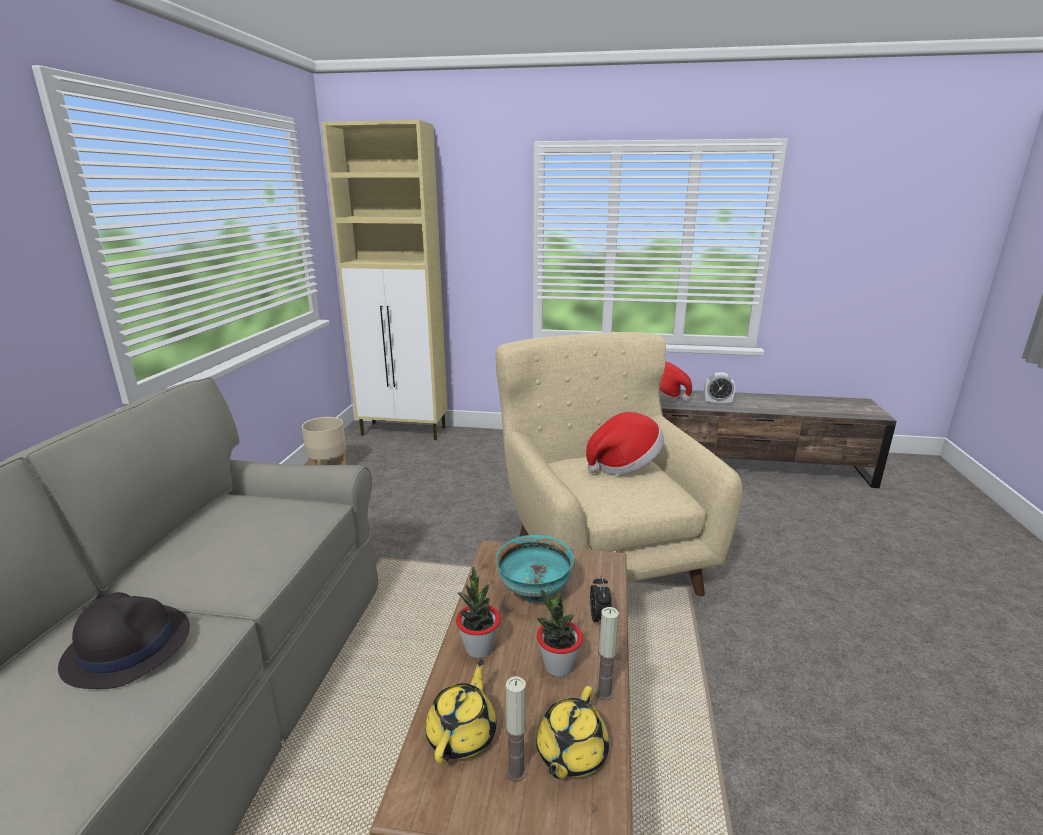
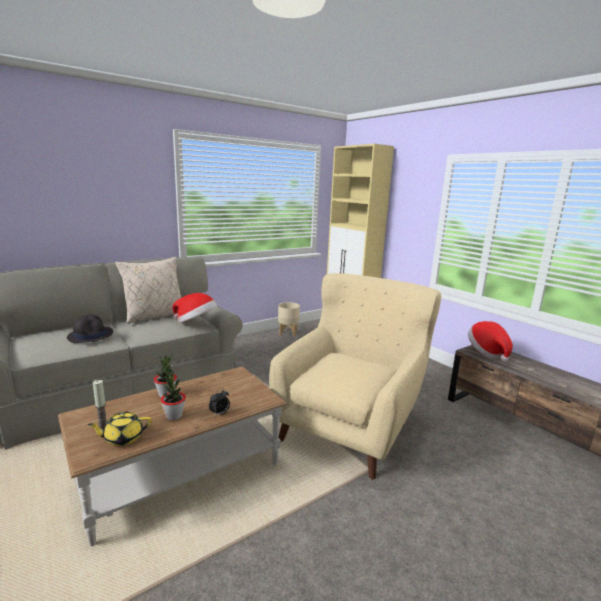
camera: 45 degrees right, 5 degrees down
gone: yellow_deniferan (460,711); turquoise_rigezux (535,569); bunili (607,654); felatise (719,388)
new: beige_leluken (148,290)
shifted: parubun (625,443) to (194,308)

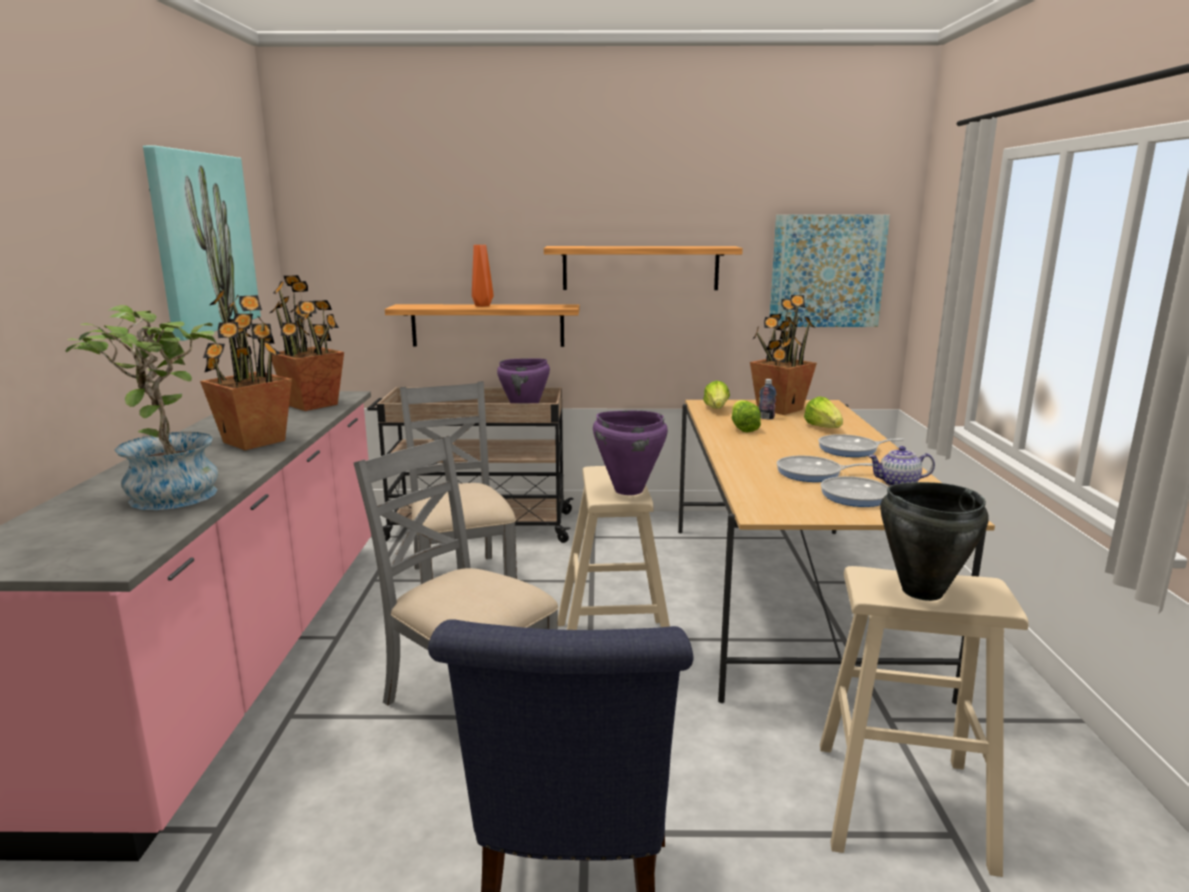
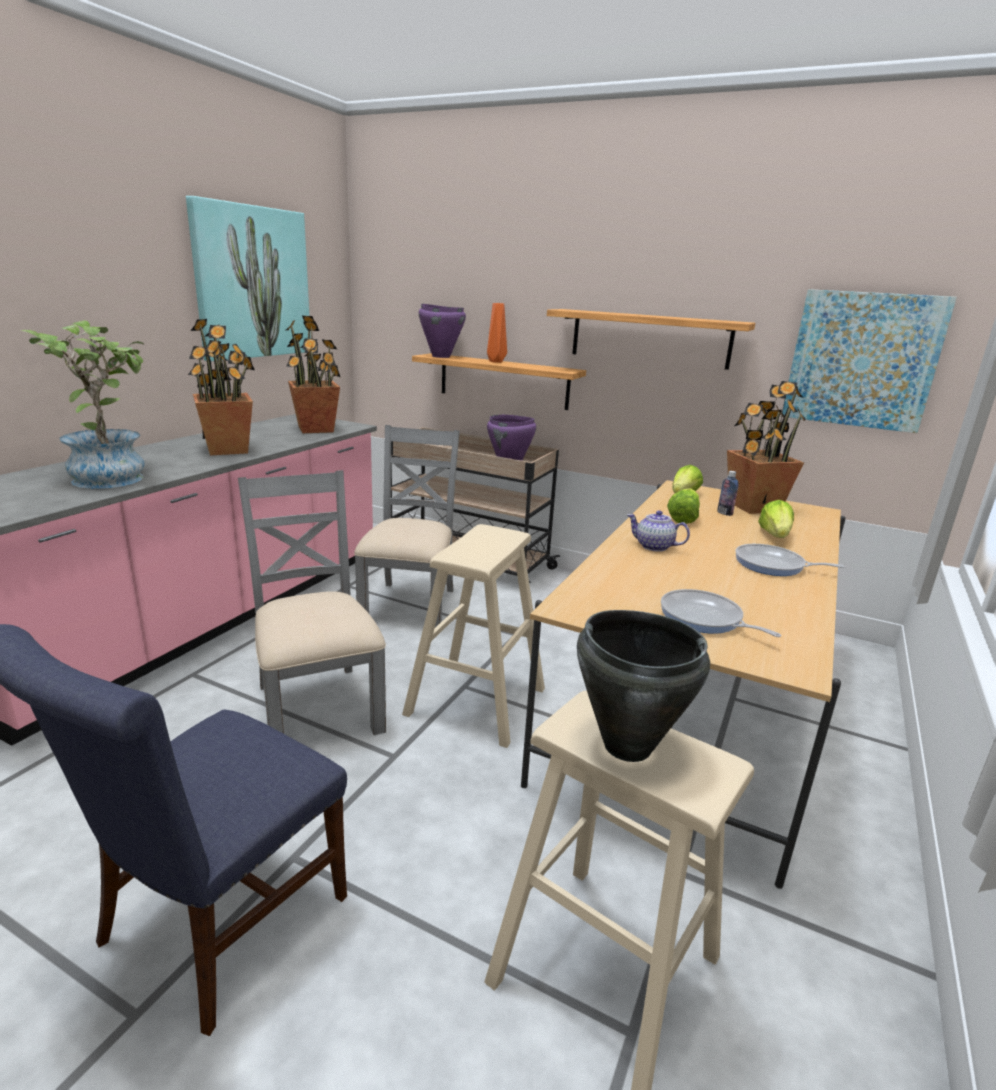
camera: 25 degrees right, 5 degrees up
gone: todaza (825,469)
shifted: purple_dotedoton (630,453) to (442,331); deniferan (901,466) to (658,531)

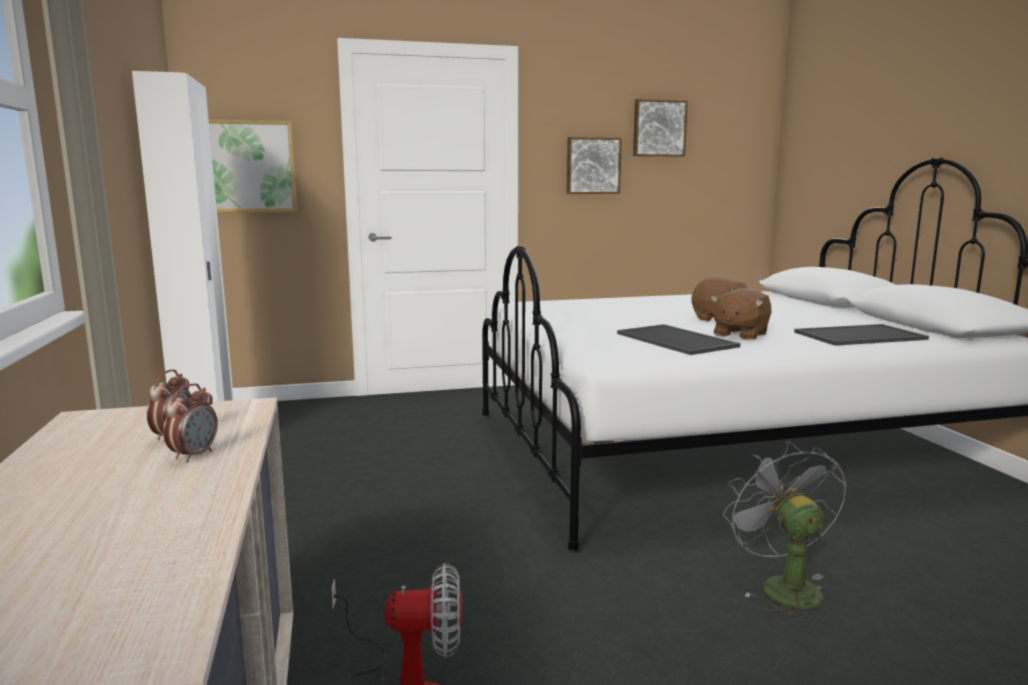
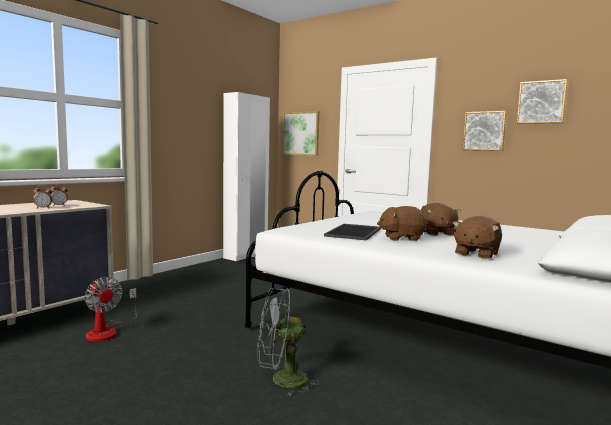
camera: 50 degrees right, 5 degrees down
swapped: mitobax (861,335) to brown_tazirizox (477,237)
rotated: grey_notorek (785,531) = (288,342) 135 degrees counterclockwise

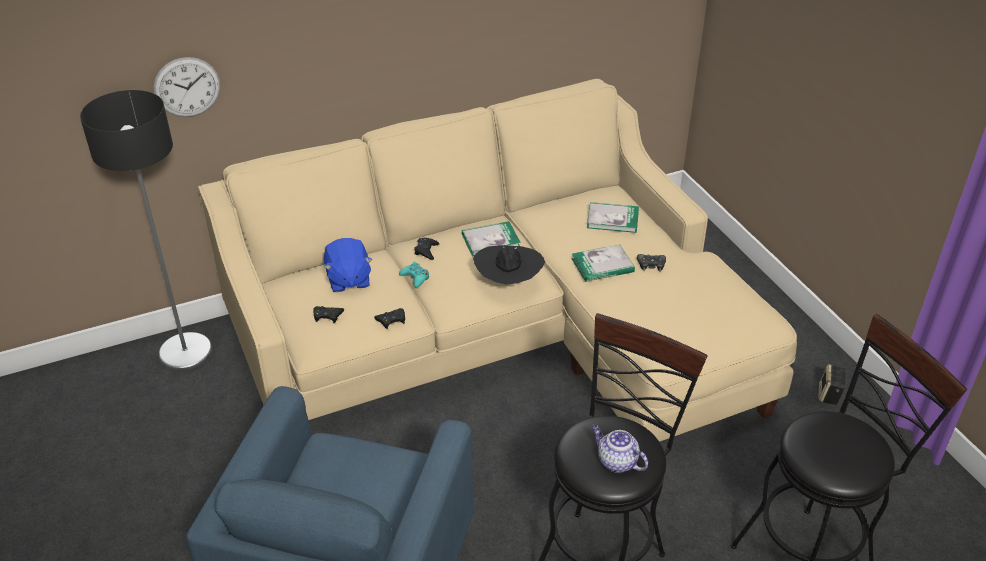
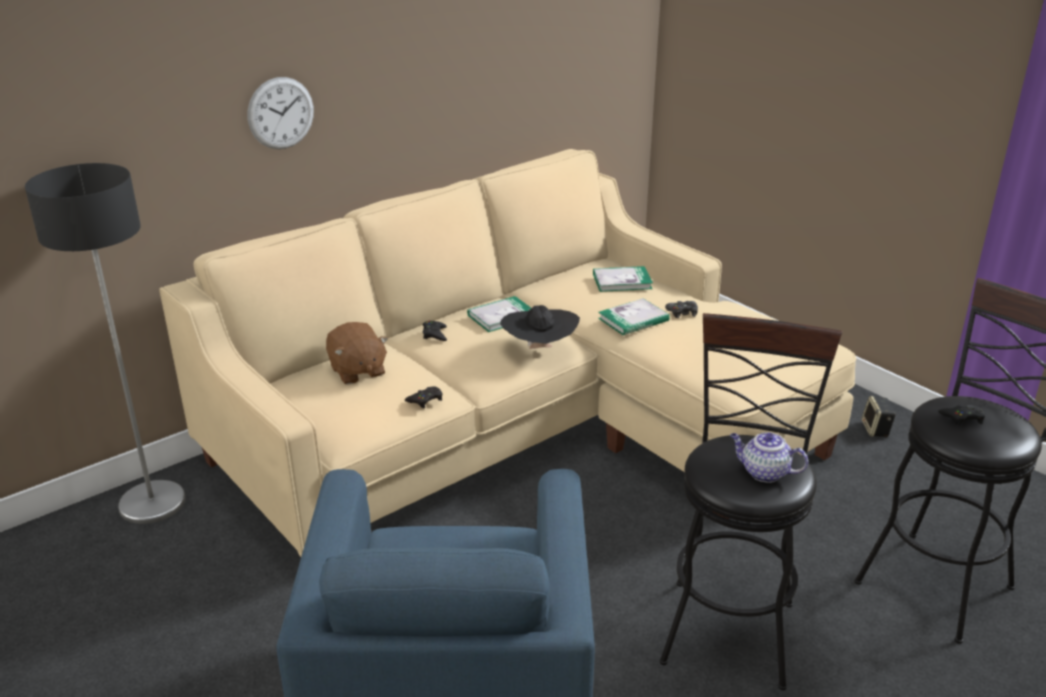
camera: 15 degrees left, 10 degrees down
gone: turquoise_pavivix (414,275)
shifted: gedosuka (186,87) to (280,113); black_pavivix (328,314) to (961,415)
repainted: blue_tazirizox (348,265) to brown_tazirizox (357,353)

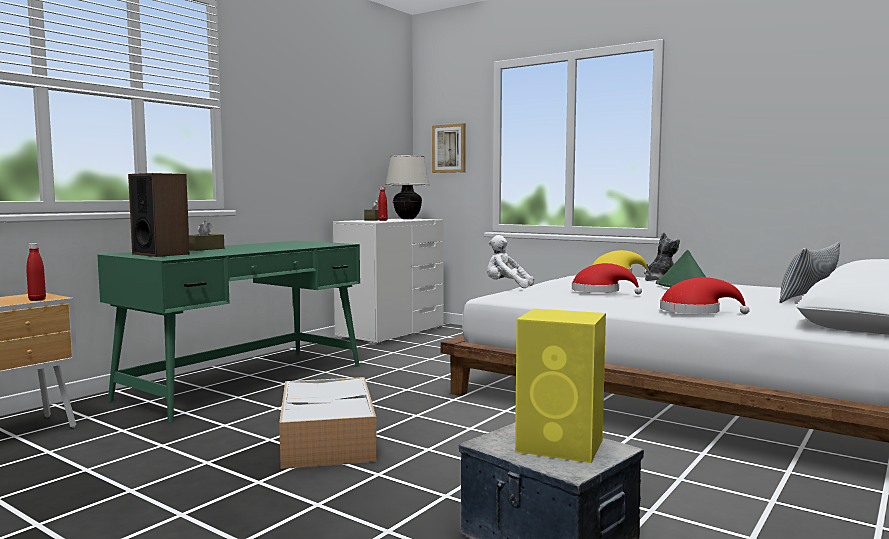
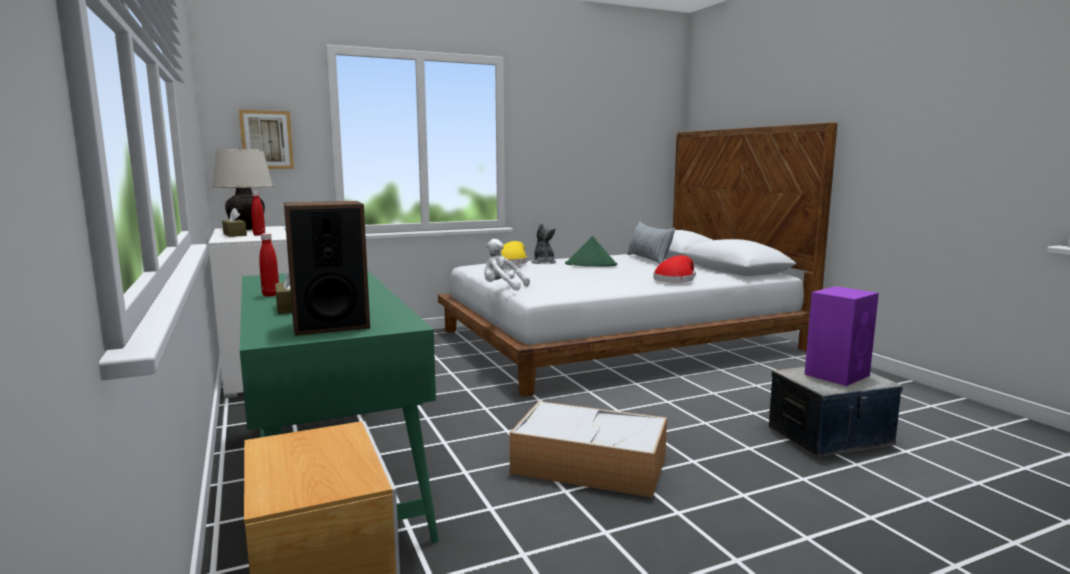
camera: 60 degrees left, 5 degrees up
gone: red_parubun (607,278)
shifted: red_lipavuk (36,272) to (269,264)
repainted: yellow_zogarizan (560,386) to purple_zogarizan (842,336)
rotated: white_tazirizox (510,261) = (507,264) 60 degrees clockwise

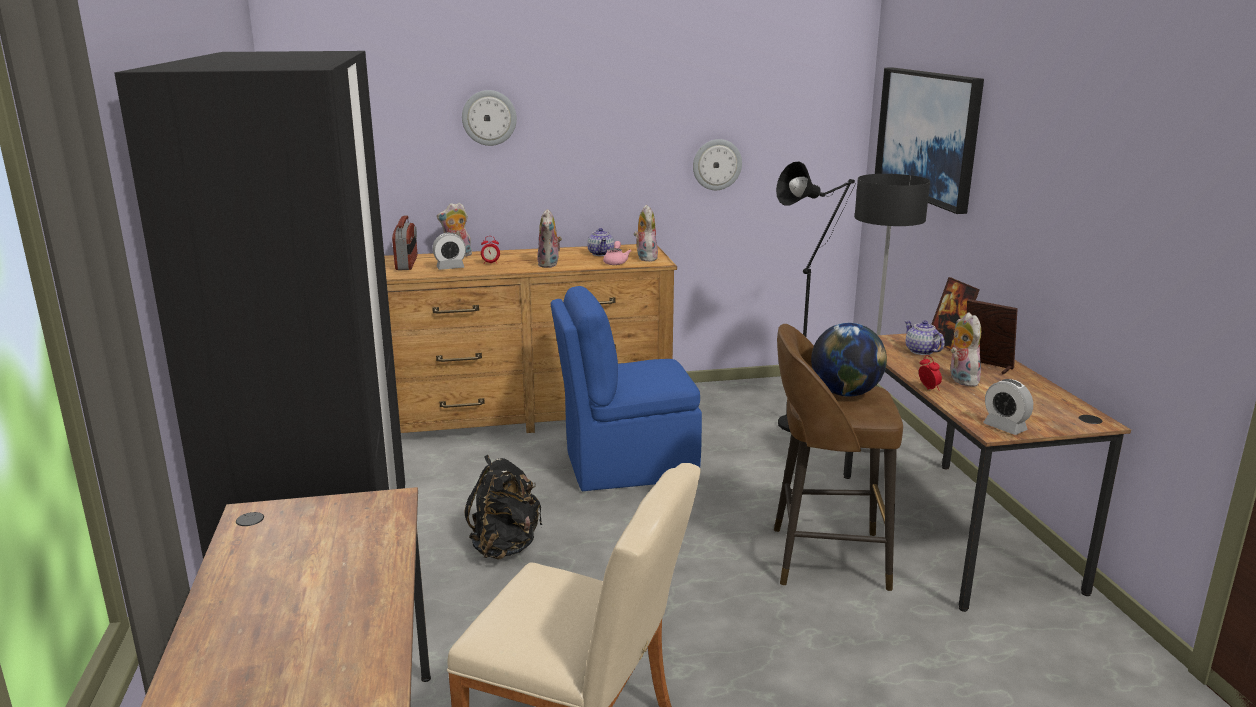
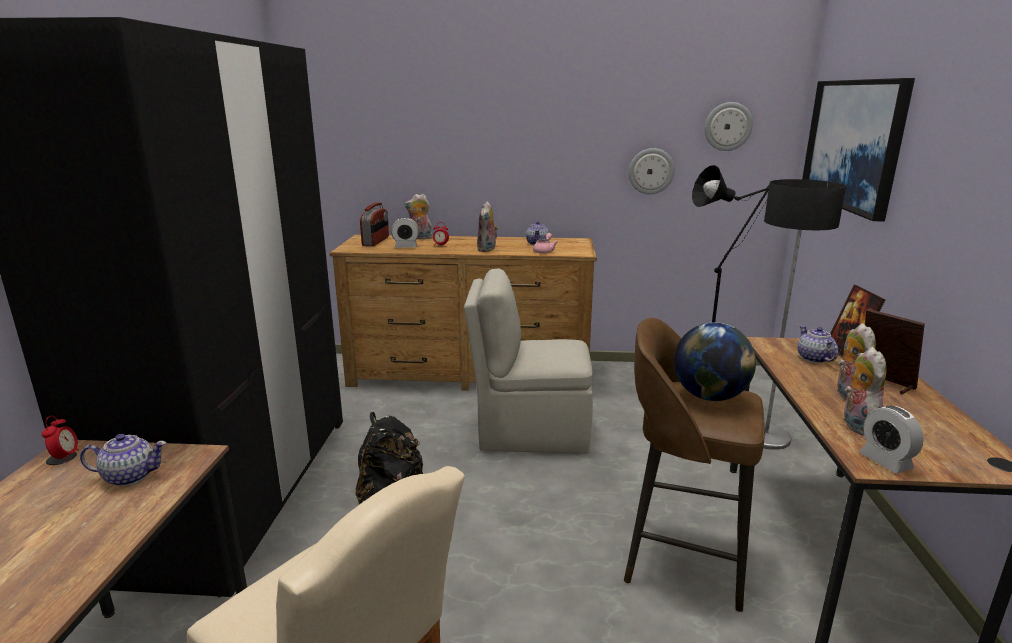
camera: 15 degrees right, 0 degrees up
new: deniferan (123,460)
shifted: felatise (930,372) to (60,439); gedosuka (489,118) to (729,126); tazirizox (646,233) to (865,391)
repainted: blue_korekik (626,388) to beige_korekik (528,361)

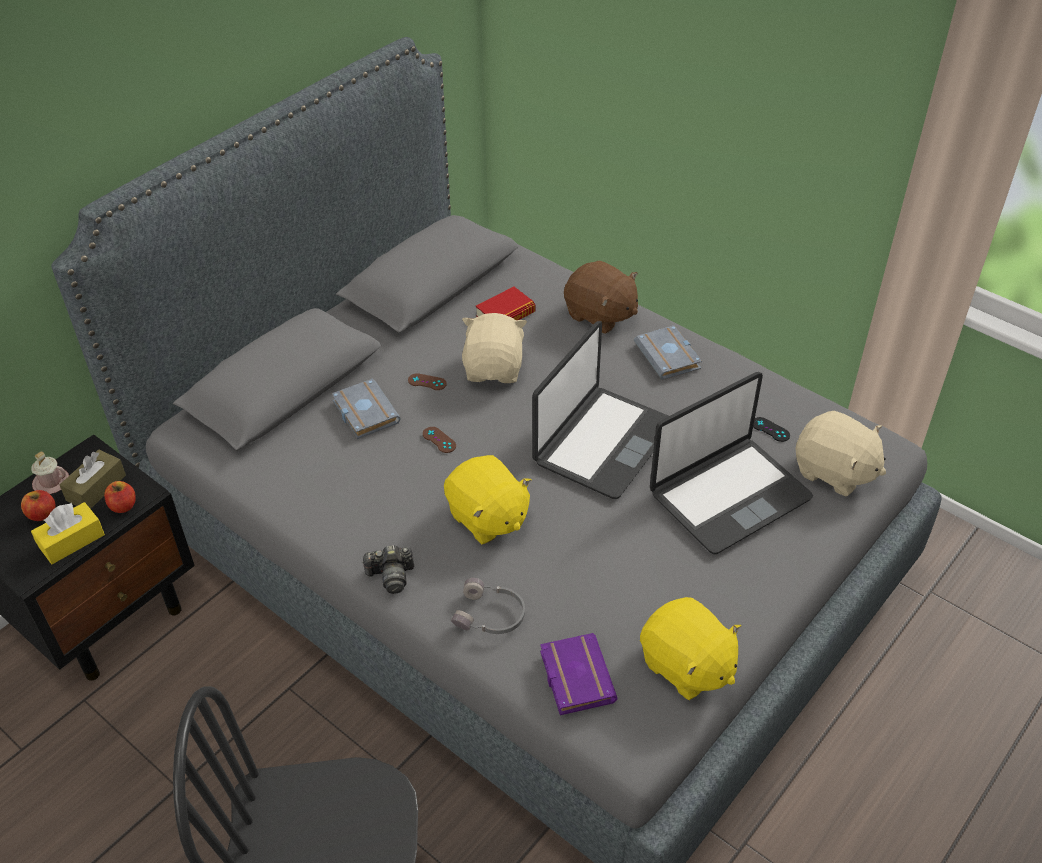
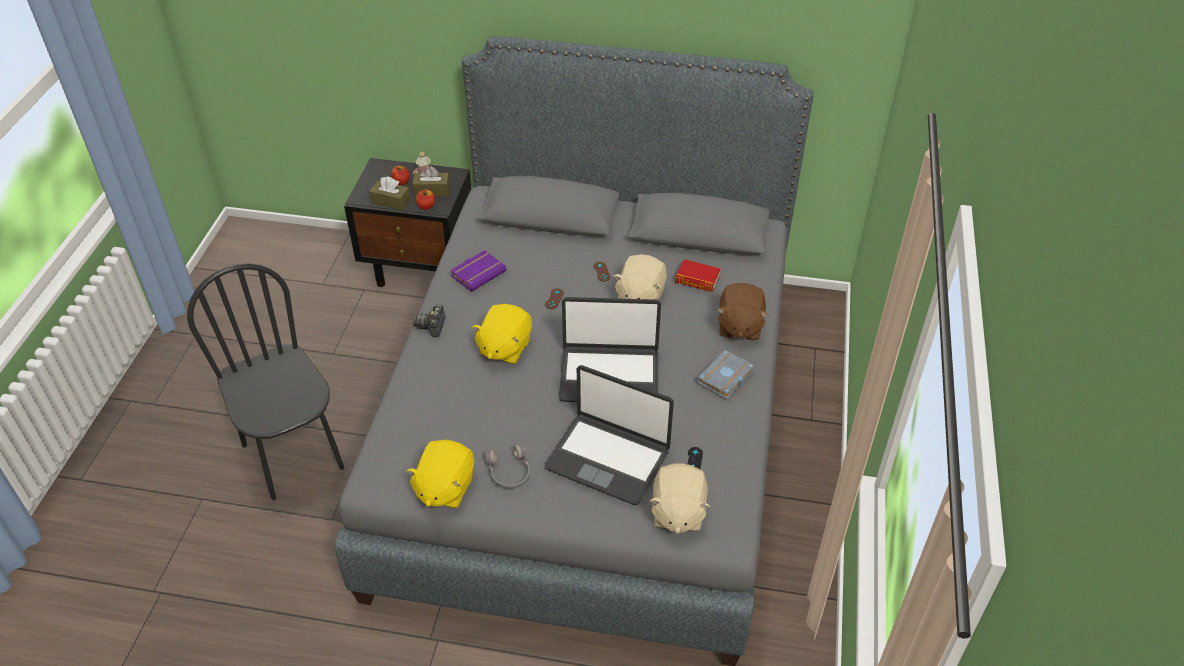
camera: 60 degrees right, 0 degrees up
gone: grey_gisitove (366,409)
shifted: purple_gisitove (578,674) to (478,271); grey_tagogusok (488,606) to (507,466)
repainted: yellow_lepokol (68,533) to brown_lepokol (390,193)
rotated: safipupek (387,569) = (429,321) 45 degrees clockwise; beige_tazirizox (494,348) = (640,277) 135 degrees clockwise

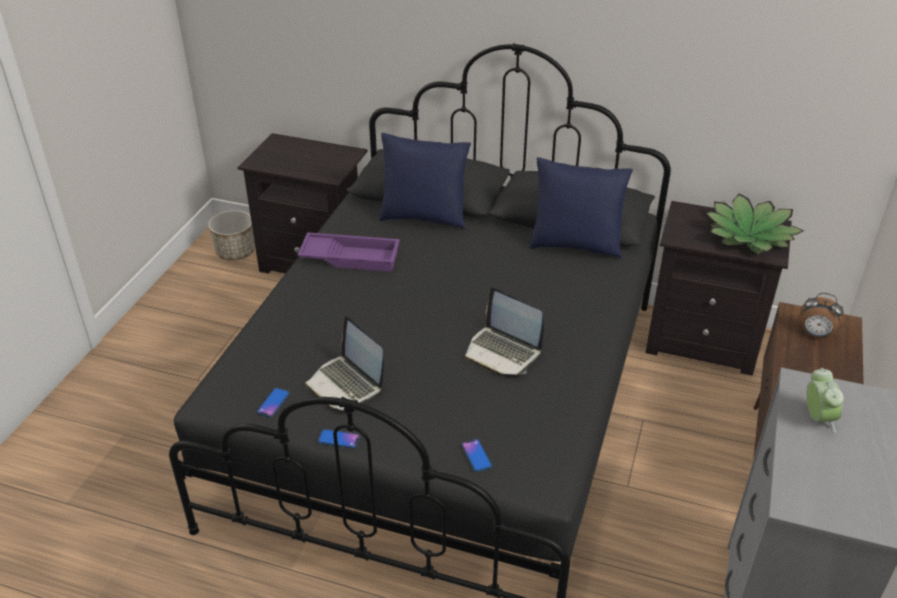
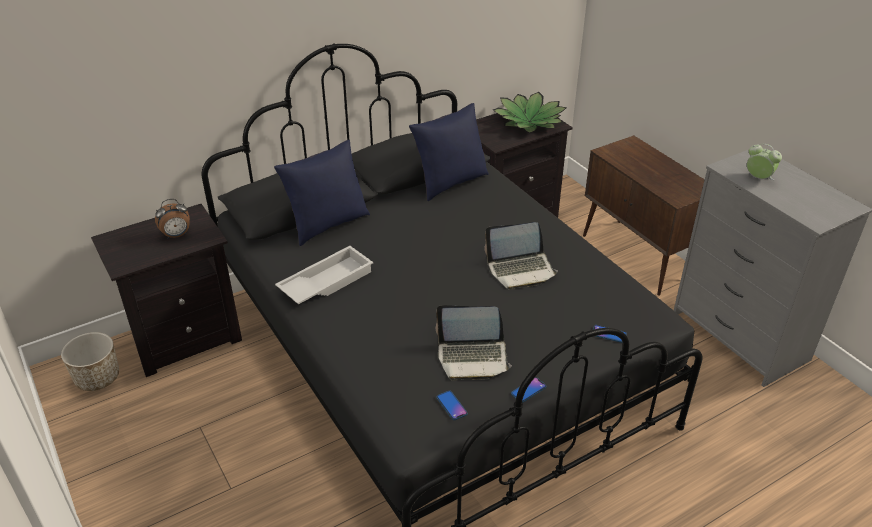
camera: 50 degrees left, 0 degrees up
shifted: felatise (822,316) to (172,219)
repainted: purple_mitobax (348,252) to white_mitobax (324,275)

